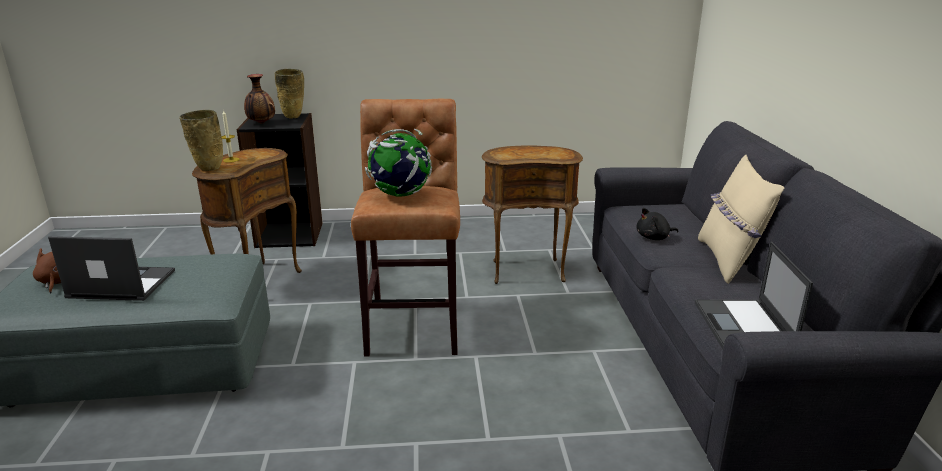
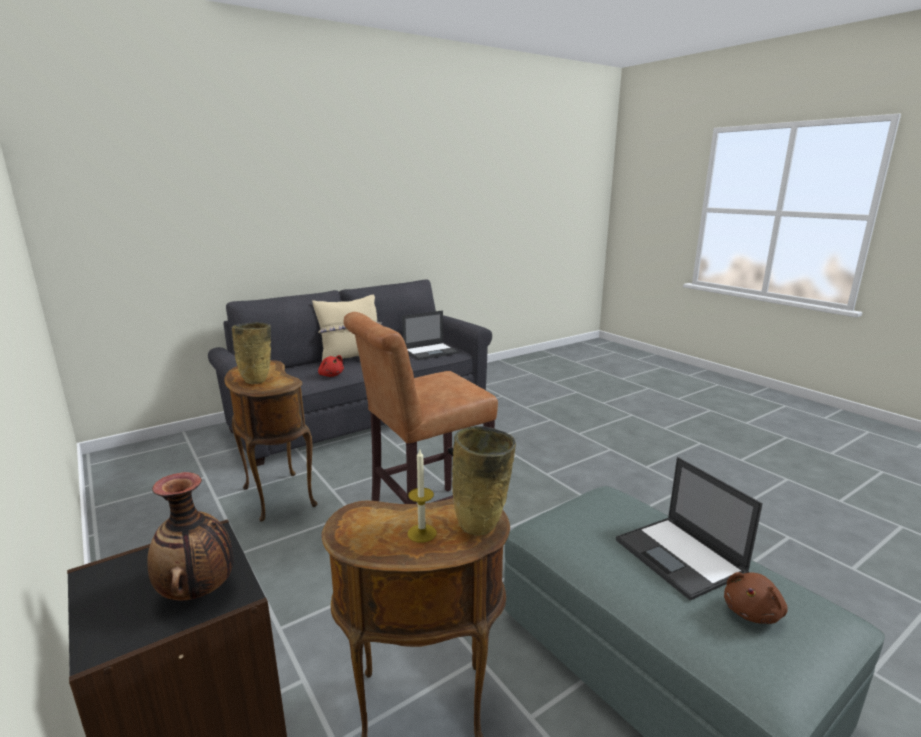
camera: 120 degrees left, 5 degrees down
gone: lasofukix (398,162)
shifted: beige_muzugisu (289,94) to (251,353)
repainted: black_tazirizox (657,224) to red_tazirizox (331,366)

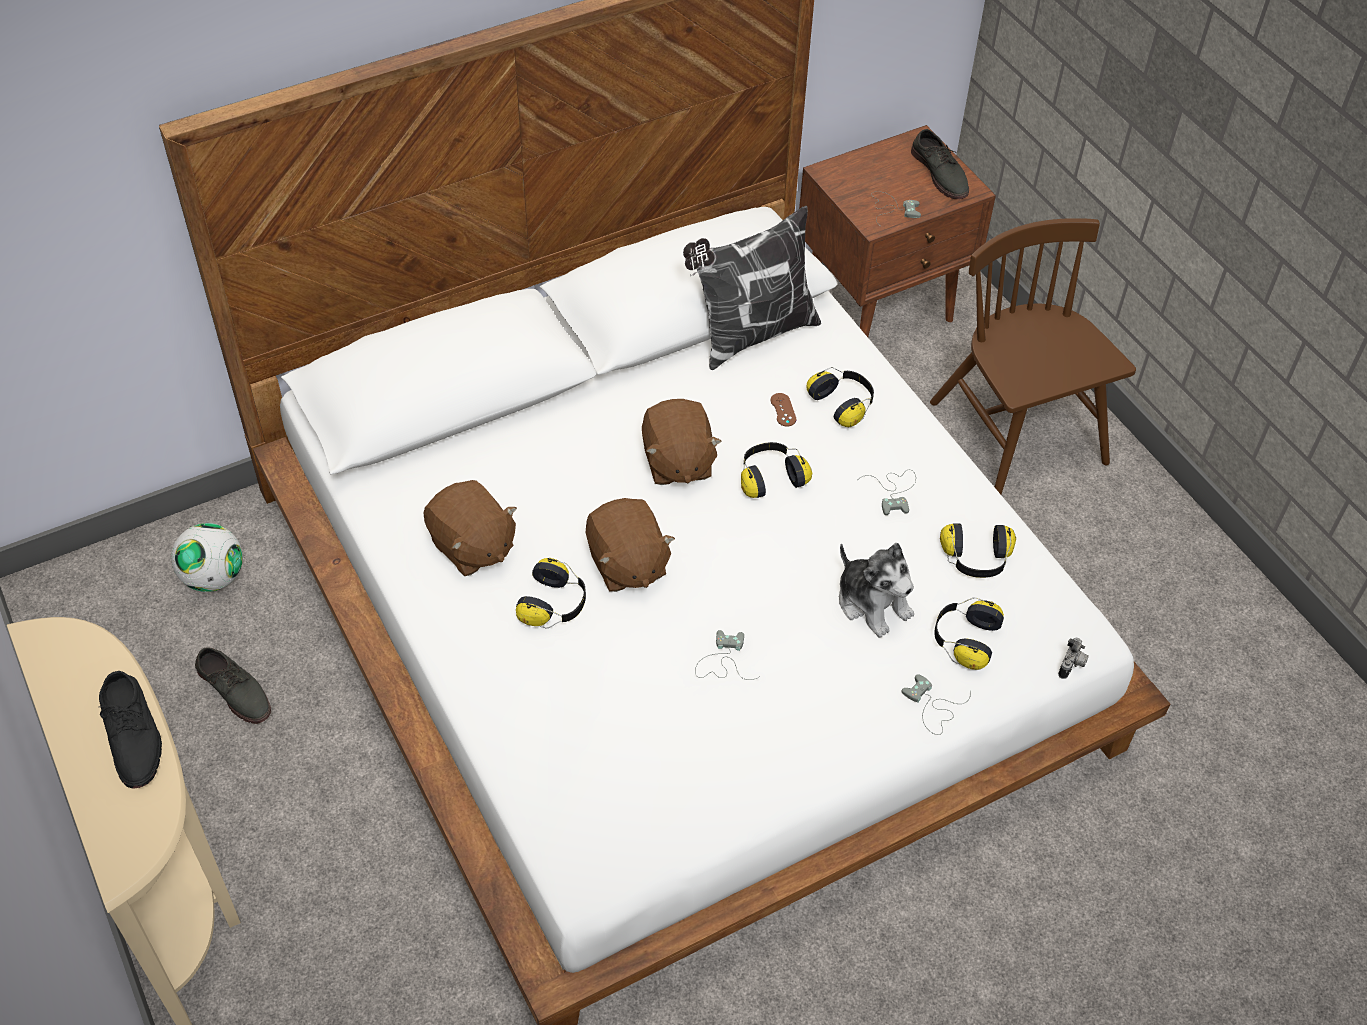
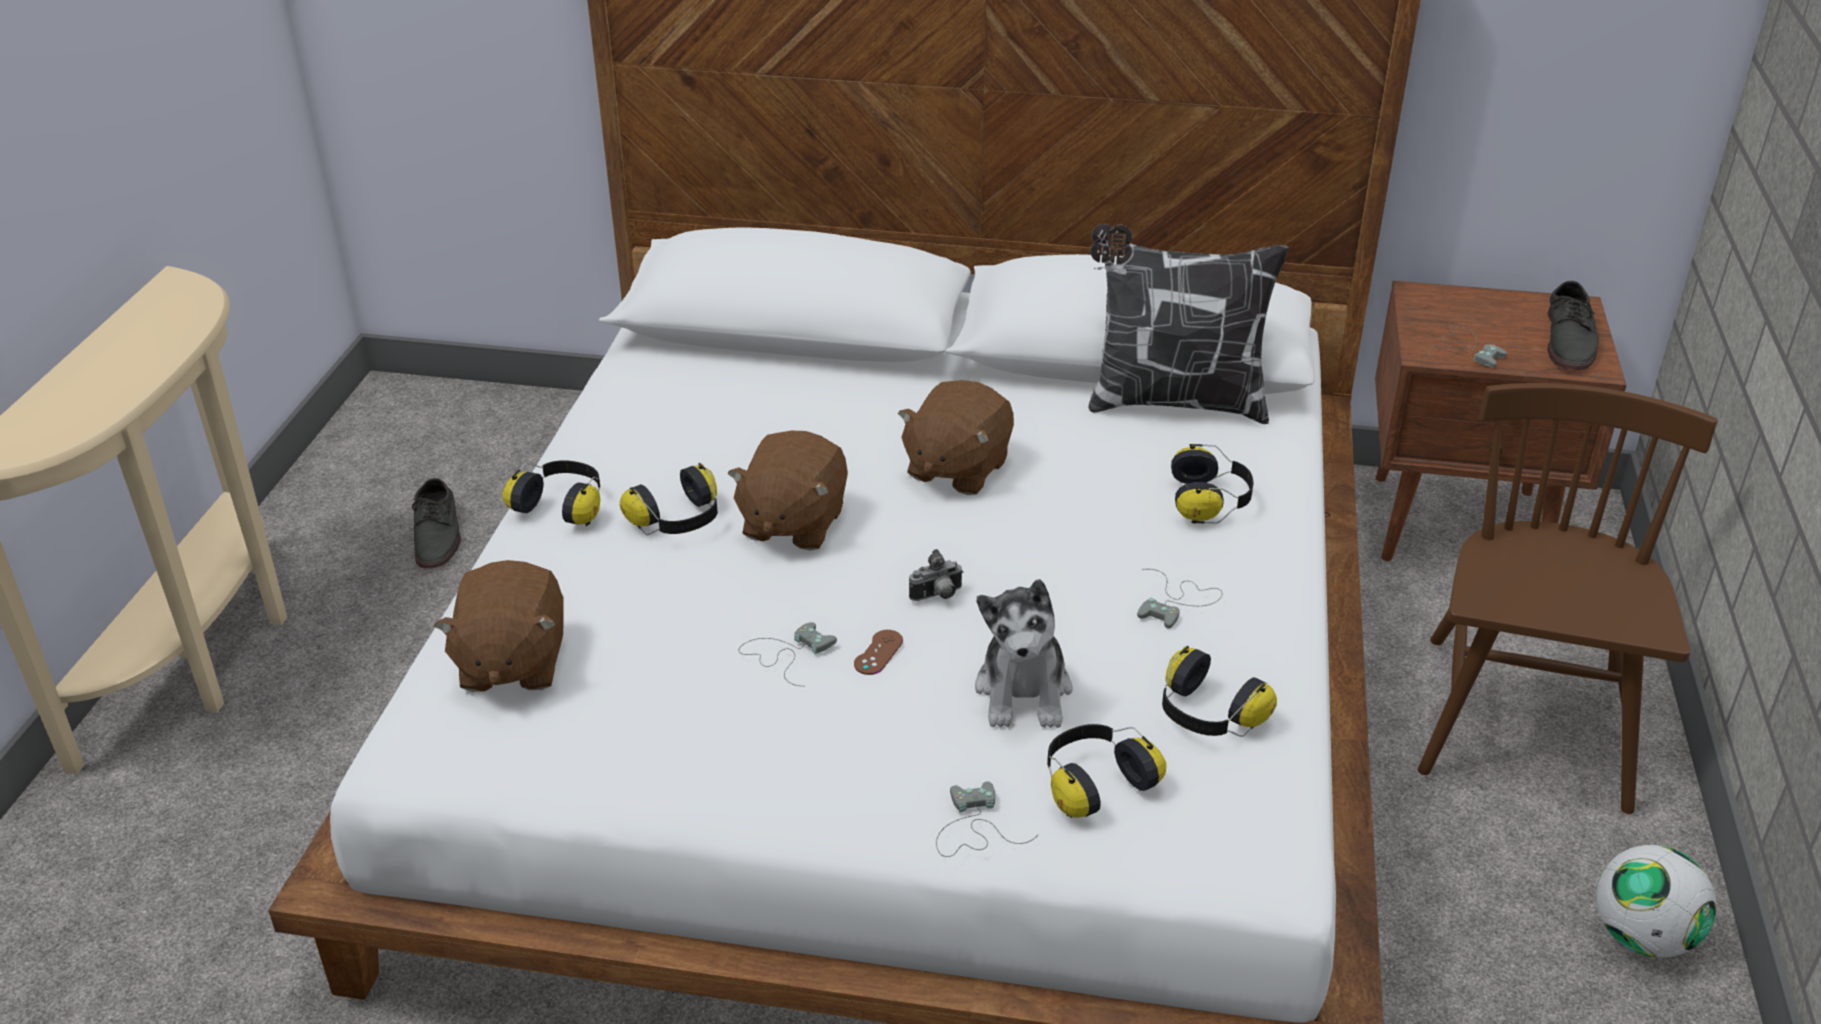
camera: 40 degrees right, 15 degrees down
gone: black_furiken (130,729)
shifted: brown_tazirizox (470,528) to (499,626); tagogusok (776,470) to (551,493); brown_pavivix (784,410) to (878,652); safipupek (1073,658) to (936,575); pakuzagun (207,557) to (1656,901)

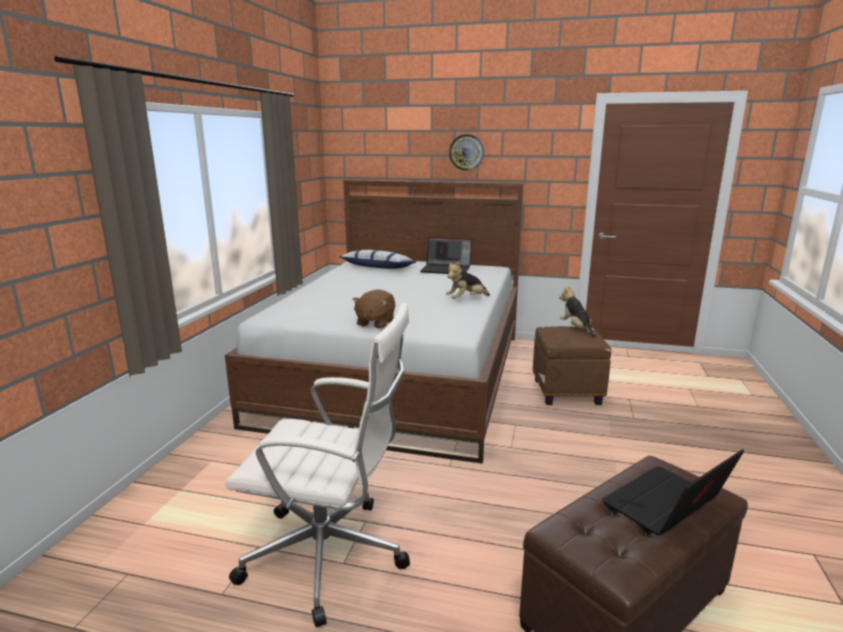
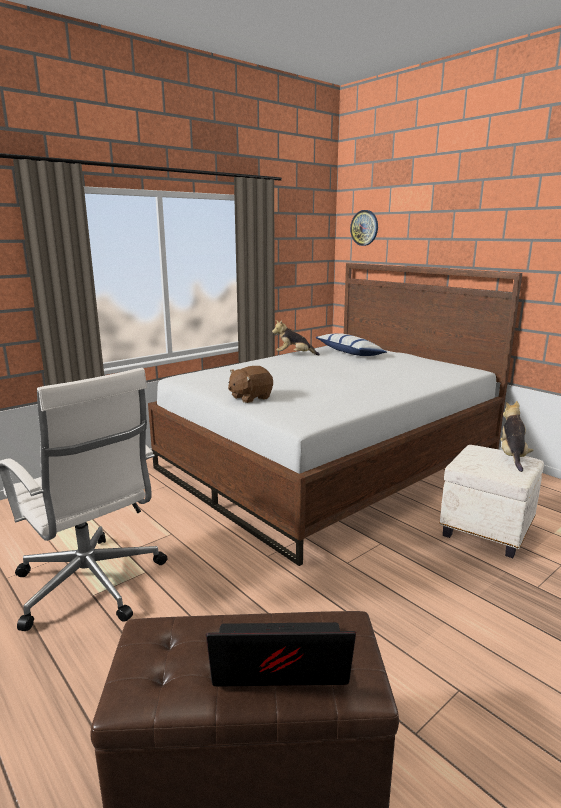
camera: 35 degrees right, 0 degrees up
gone: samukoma (446,255)
shifted: tazirizox (468,280) to (296,338); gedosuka (466,152) to (364,228)
repainted: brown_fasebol (571,365) to white_fasebol (491,501)

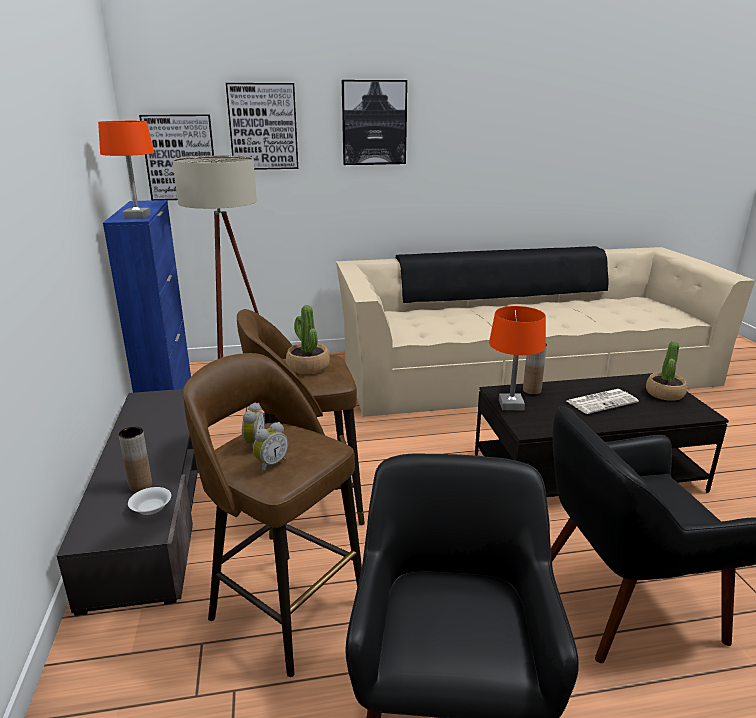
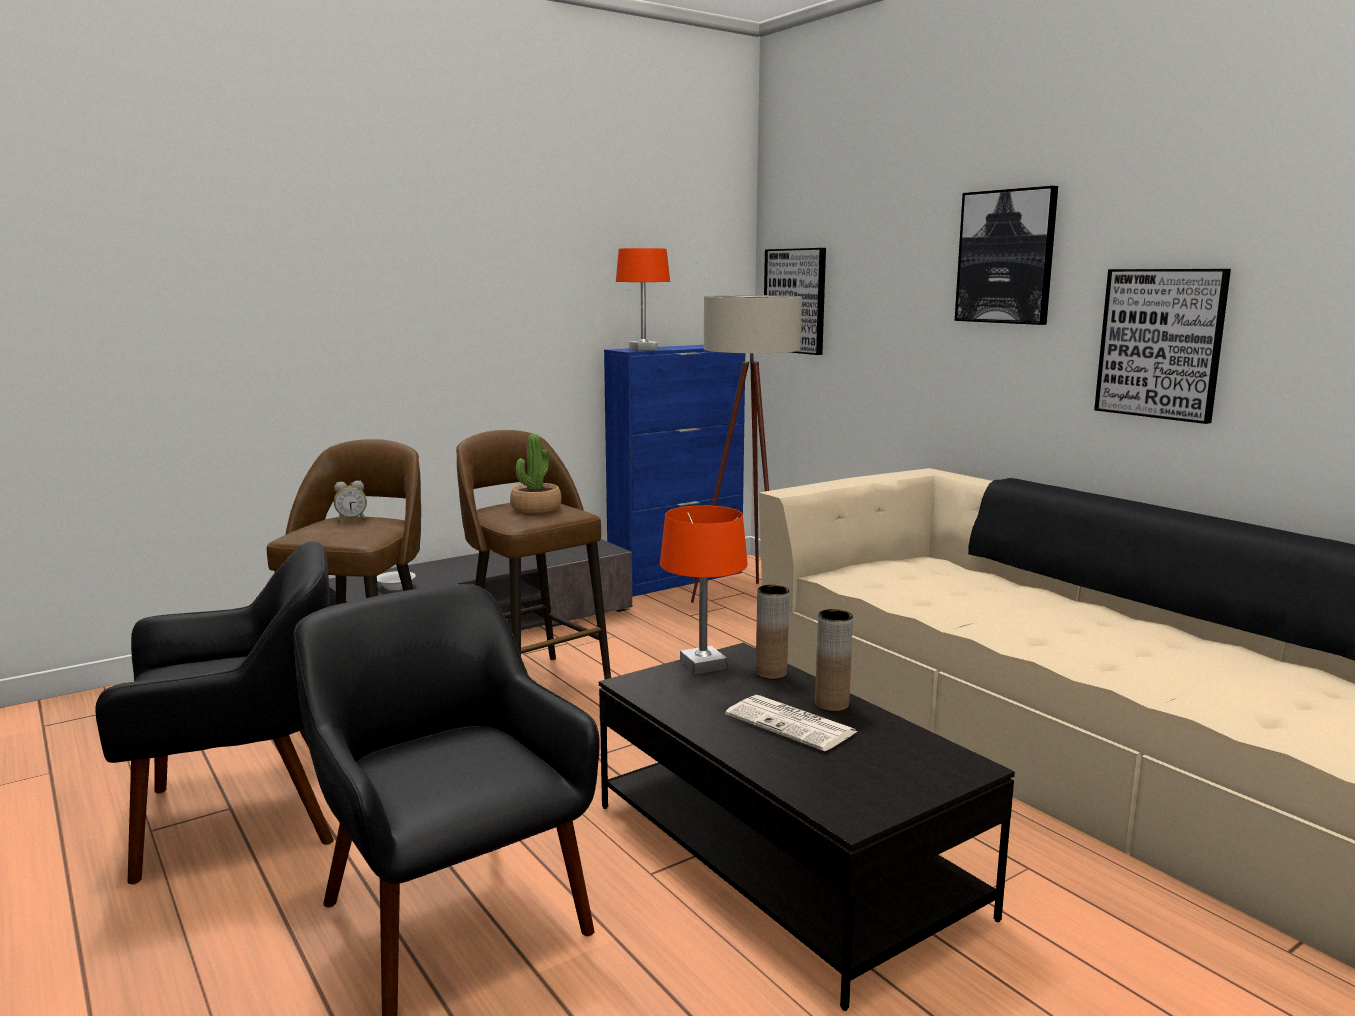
camera: 65 degrees right, 10 degrees down
gone: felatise (270,447); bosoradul (666,371)
shifted: brown_muzugisu (135,459) to (834,660); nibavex (262,126) to (1162,346)

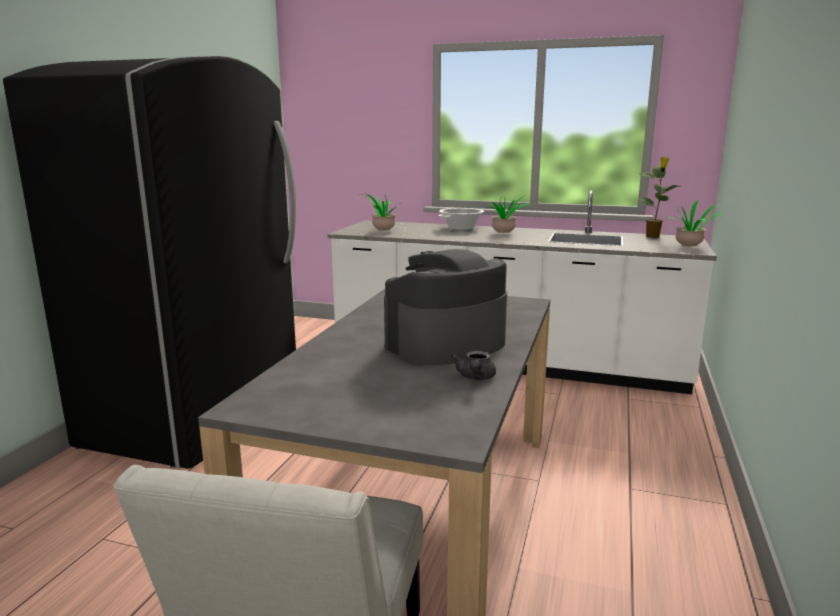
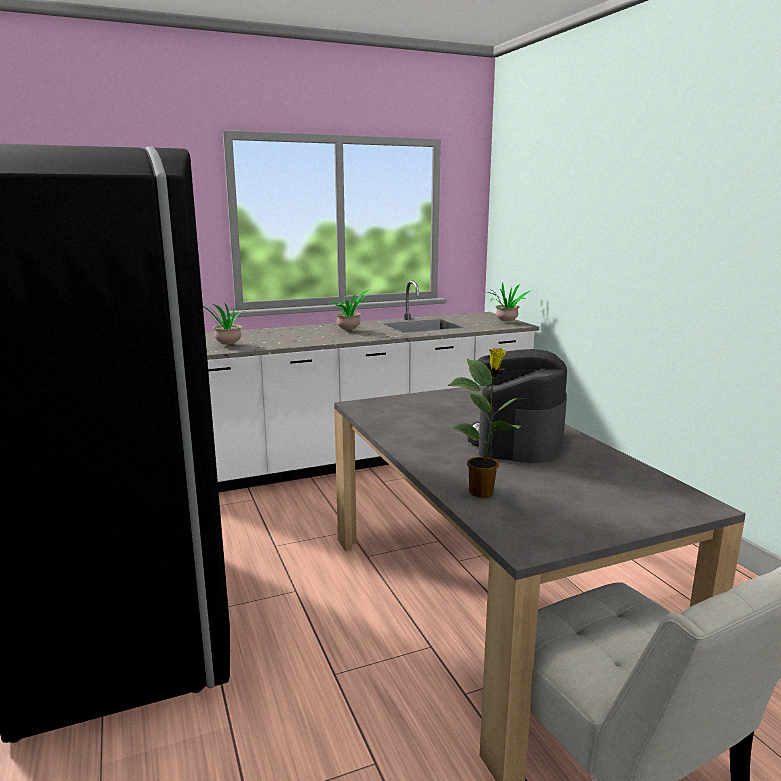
camera: 40 degrees left, 0 degrees up
gone: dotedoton (461,219); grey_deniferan (473,365)
shifted: bosoradul (660,197) to (487,423)

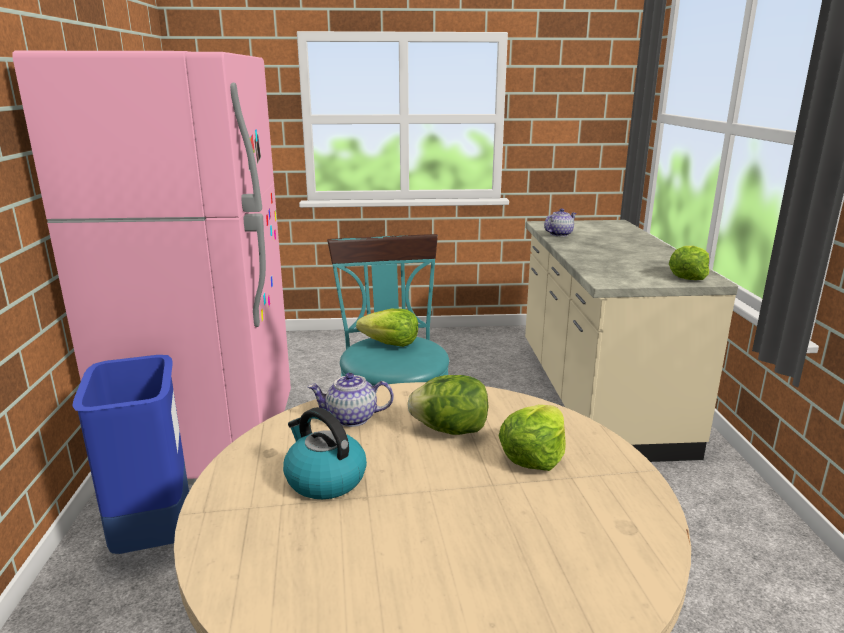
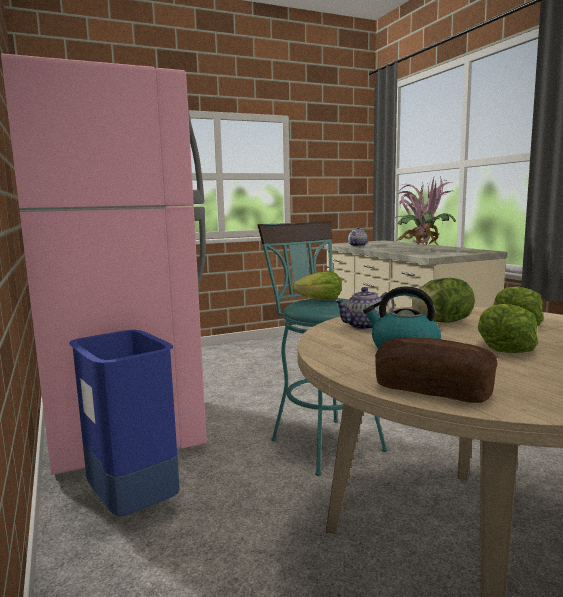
camera: 20 degrees left, 10 degrees down
new: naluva (436,370); bosoradul (424,211)
shifted: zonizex (689,263) to (508,328)

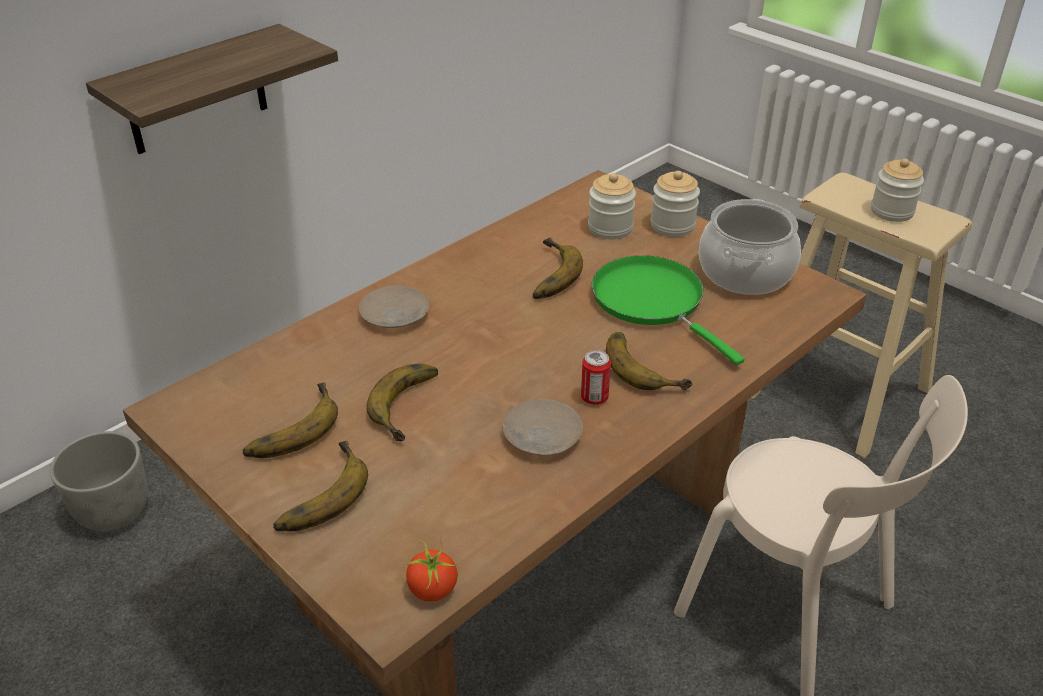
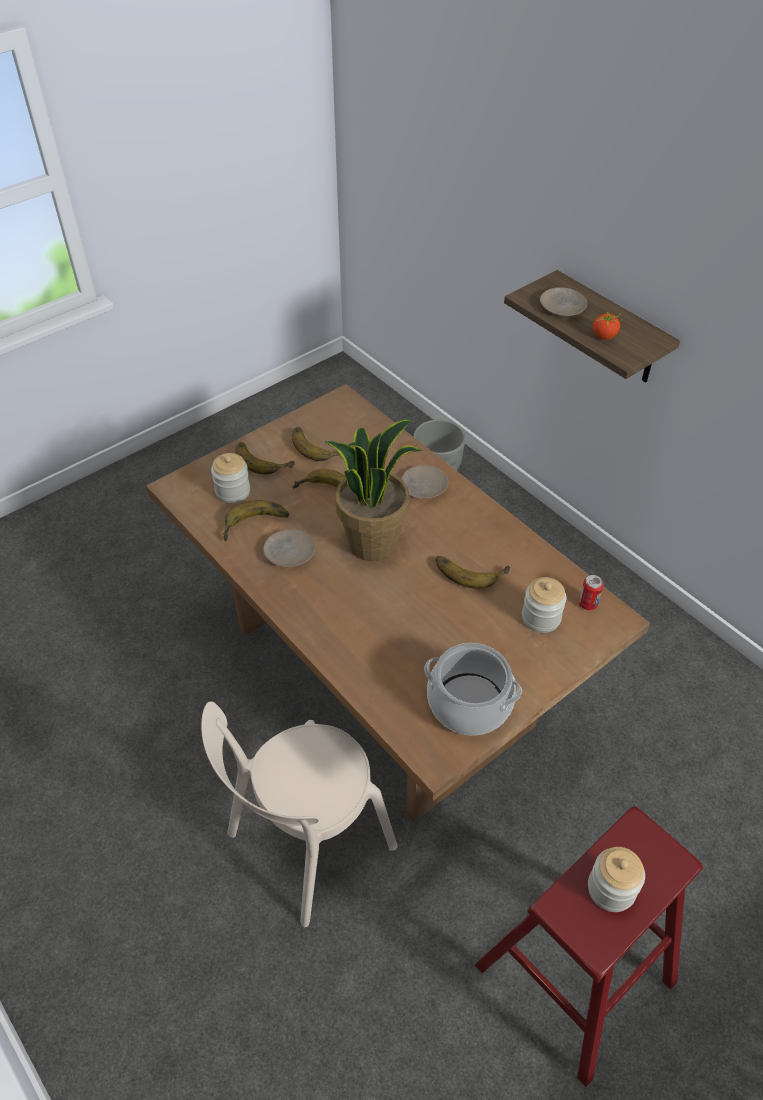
camera: 95 degrees right, 10 degrees up
gone: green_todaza (668,310)
new: bosoradul (373,490); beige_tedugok (563,301)
shifted: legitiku (675,204) to (230,478); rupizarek (649,361) to (256,520); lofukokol (596,377) to (591,592); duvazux (432,569) to (608,325)
repainted: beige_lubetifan (861,315) to red_lubetifan (589,946)

